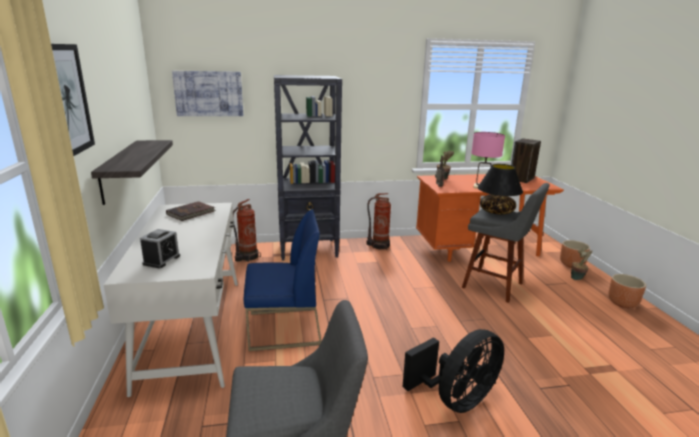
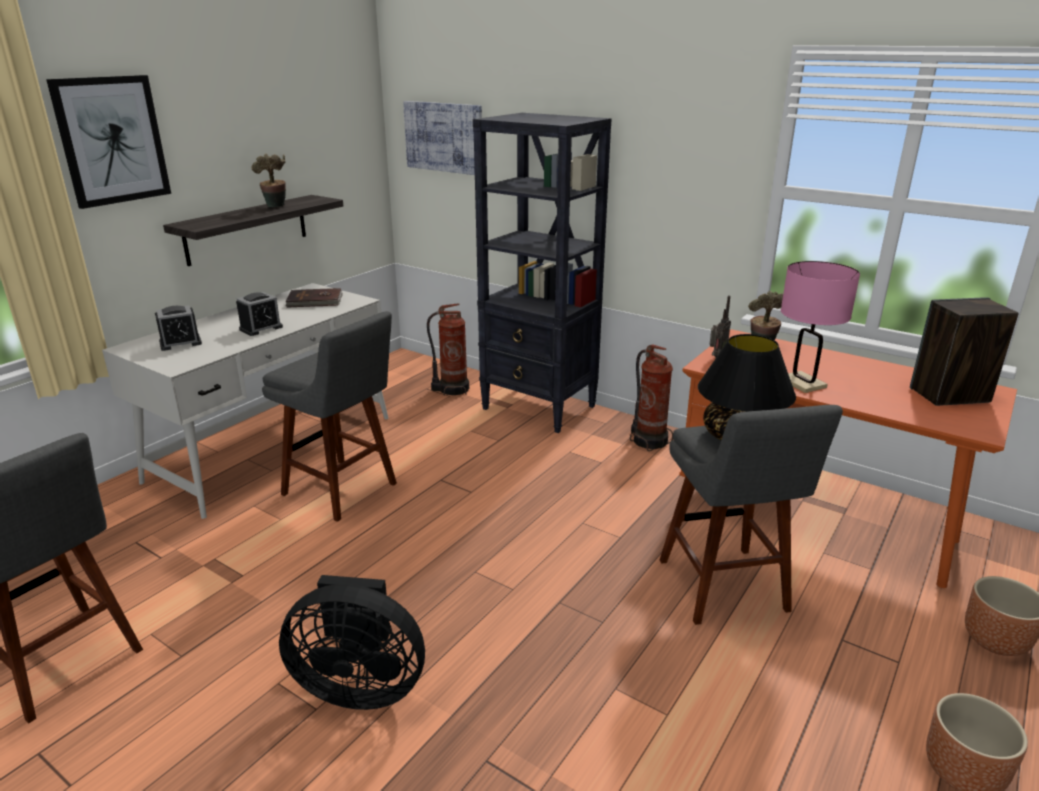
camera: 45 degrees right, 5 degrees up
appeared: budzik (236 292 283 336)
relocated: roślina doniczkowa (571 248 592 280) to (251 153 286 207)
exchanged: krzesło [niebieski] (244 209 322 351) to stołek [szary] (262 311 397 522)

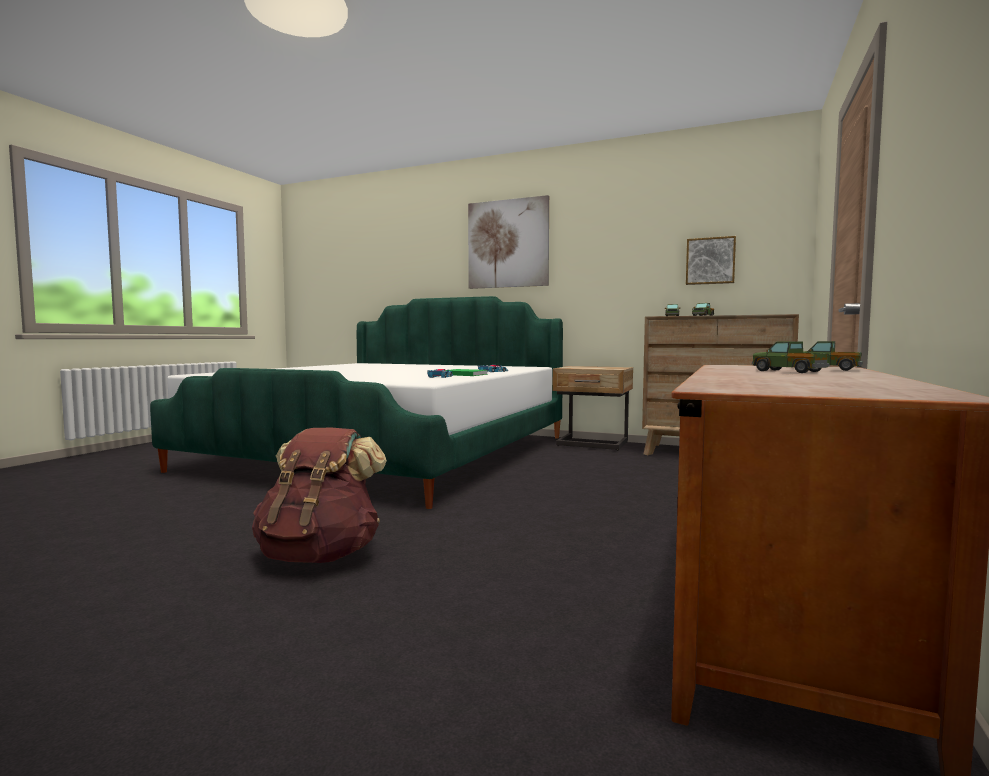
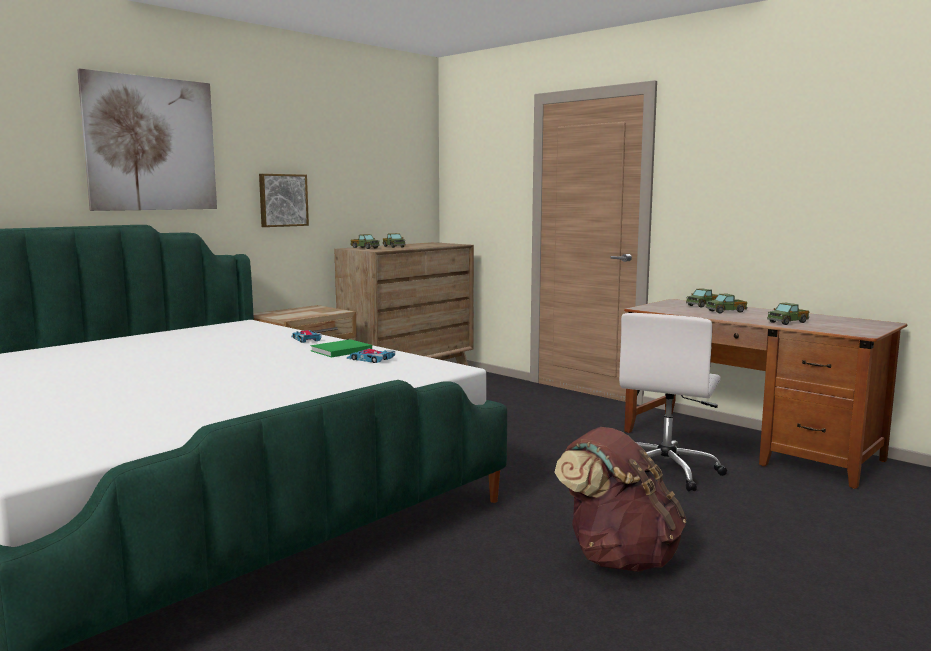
camera: 70 degrees left, 5 degrees up
appeared: krzesło biurowe [biały] (619 313 727 491); ciężarówka zabawkowa (767 303 809 325)
relocated: obraz (686 236 736 285) to (259 174 309 227)

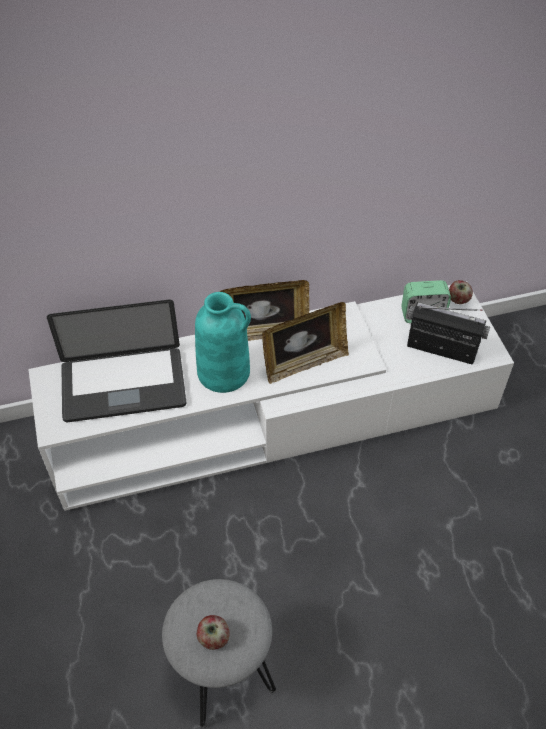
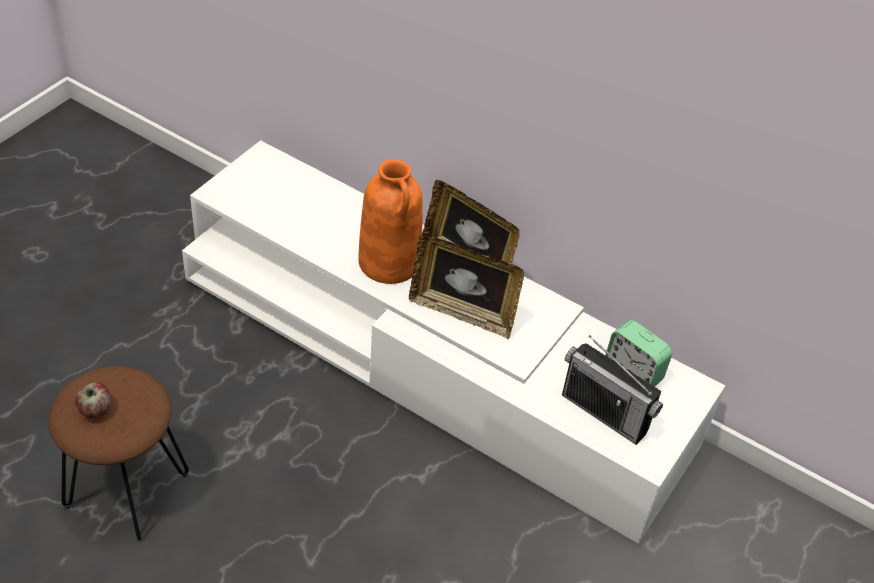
camera: 45 degrees right, 5 degrees down
missing: laptop (47 300 186 422); jabłko (449 280 473 304)
colour: stołek [szary] (162 579 276 728) to stołek [brązowy] (48 367 189 542); wazon [turkusowy] (195 292 251 393) to wazon [pomarańczowy] (358 159 423 284)
spun: radio (407 302 490 364) = (562 335 663 445) 150 degrees clockwise

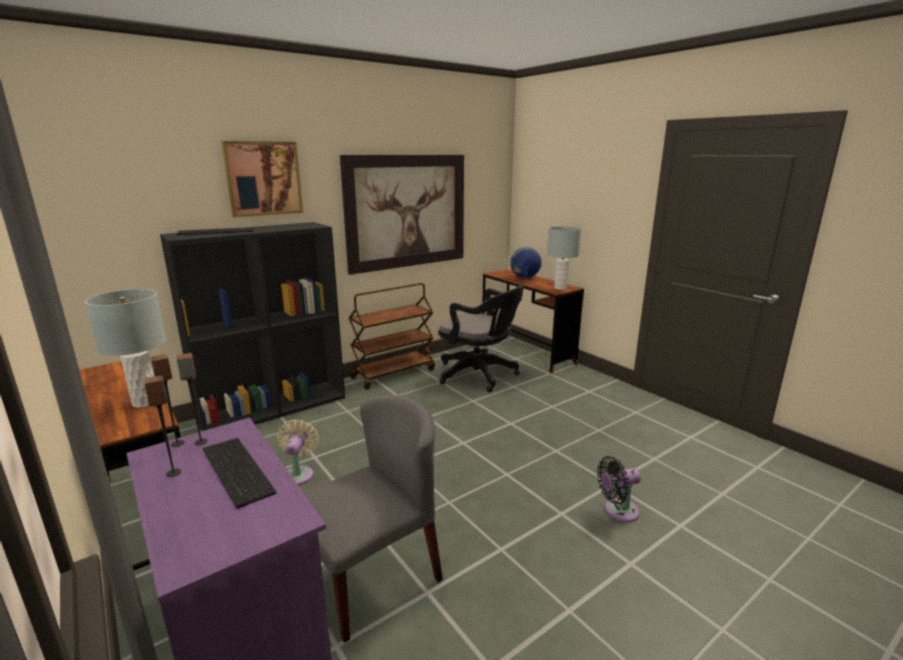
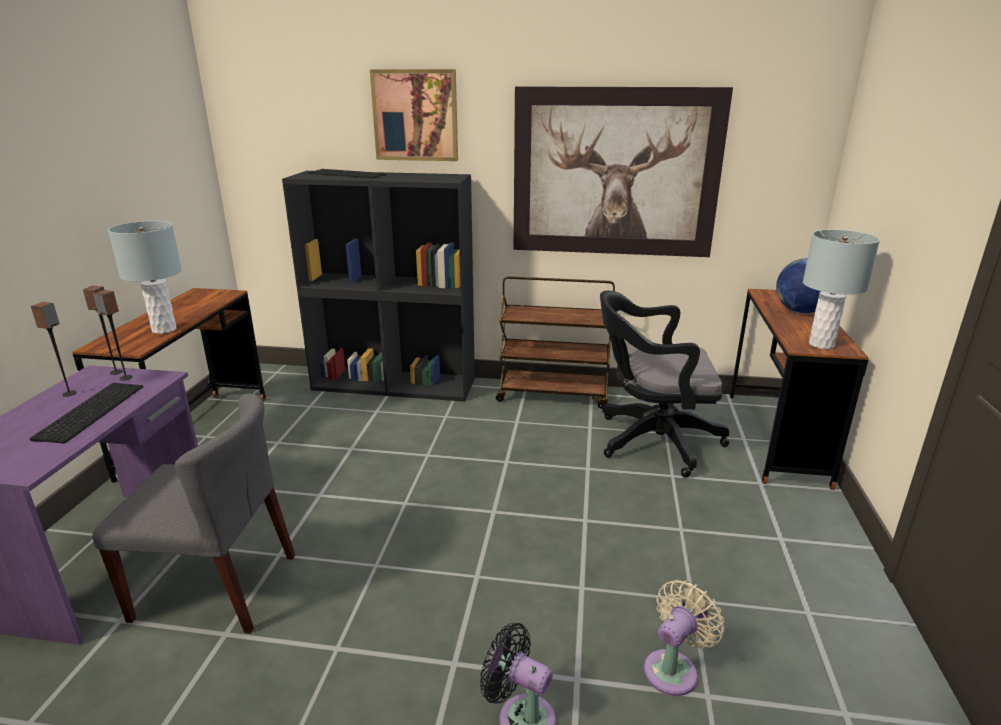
camera: 45 degrees right, 5 degrees up
relocated: wentylator [beżowy] (277 419 319 485) to (644 580 725 696)
spun: krzesło biurowe [czarny] (438 285 524 392) = (600 291 729 478) 105 degrees clockwise

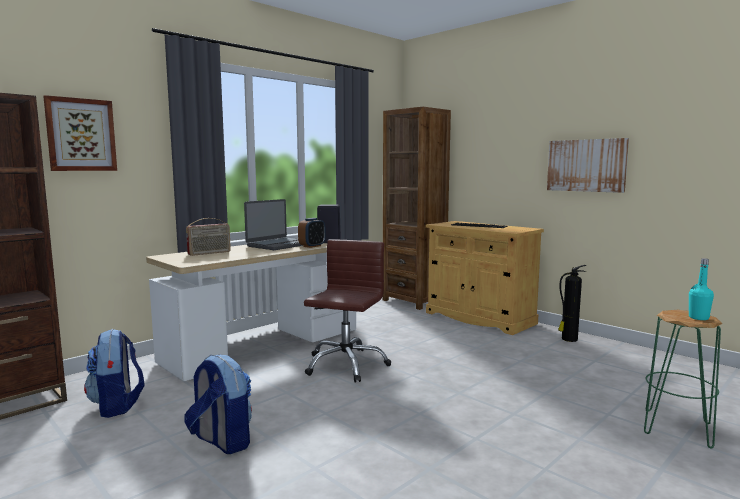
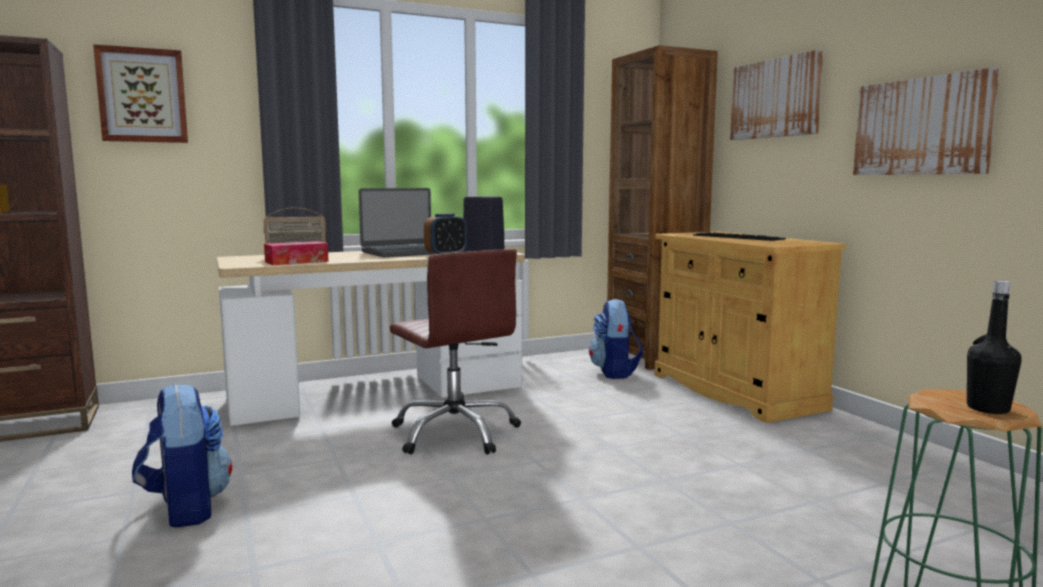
camera: 20 degrees right, 0 degrees up
missing: gaśnica (558 265 587 342)
appeared: pudełko chusteczek (264 241 329 265); obraz (730 49 824 140)
relocated: plecak (84 329 145 418) to (589 299 643 379)
colour: butelka [turkusowy] (689 258 714 320) to butelka [czarny] (967 281 1022 414)
spun: krzesło biurowe [brązowy] (304 239 391 382) = (390 249 521 455) 105 degrees clockwise

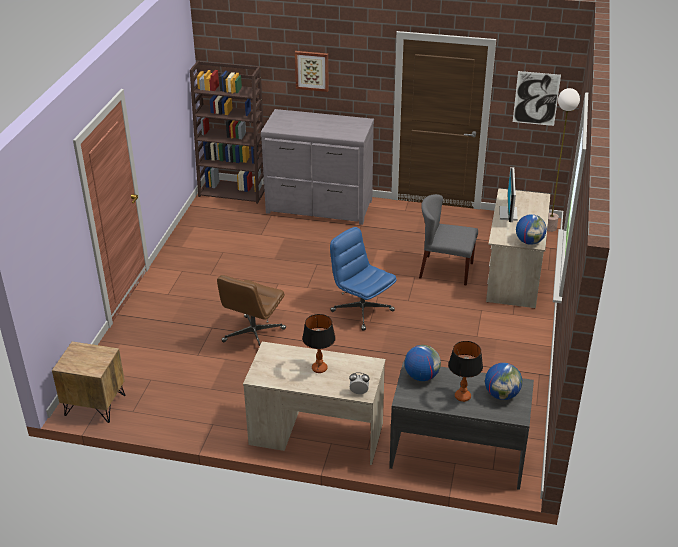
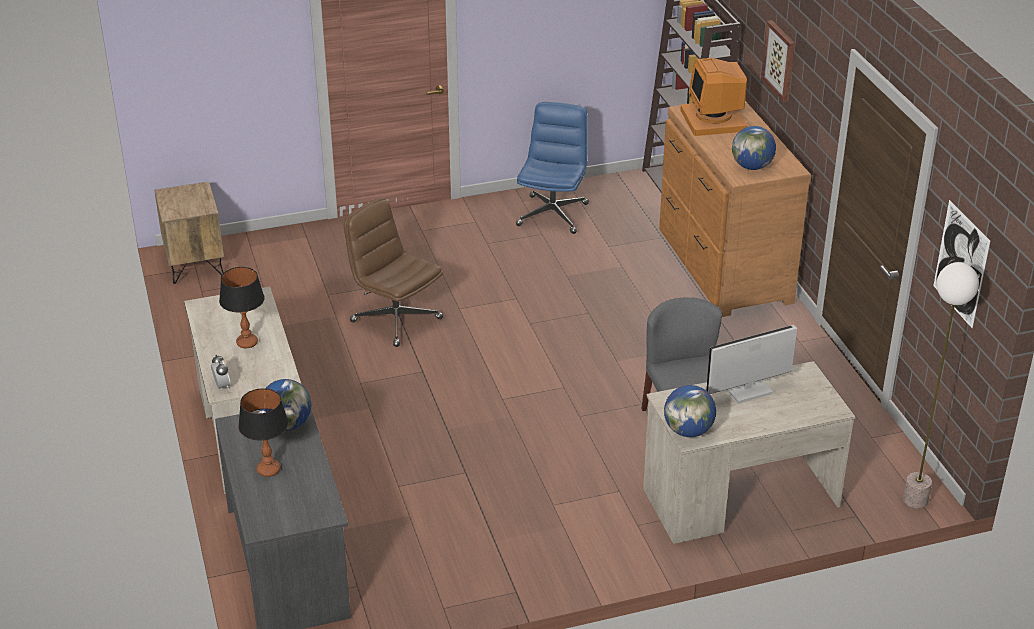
camera: 60 degrees right, 0 degrees up
appeared: monitor (680 58 747 136)
relocated: krzesło biurowe [niebieski] (330 227 397 331) to (516 102 589 234); globus (485 363 522 400) to (732 126 776 170)
colour: komoda [szary] (261 109 374 225) to komoda [brązowy] (659 101 811 317)
spun: krzesło biurowe [brązowy] (217 275 286 346) = (344 198 443 347) 45 degrees clockwise

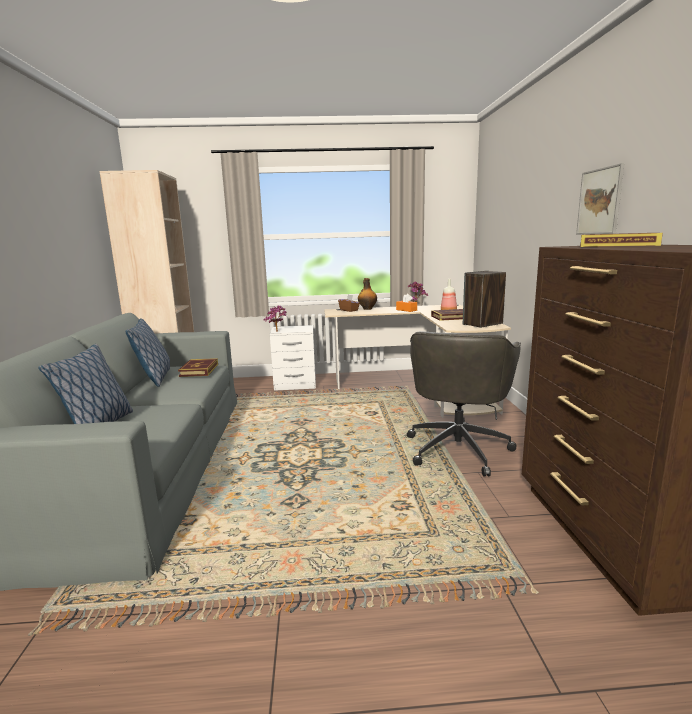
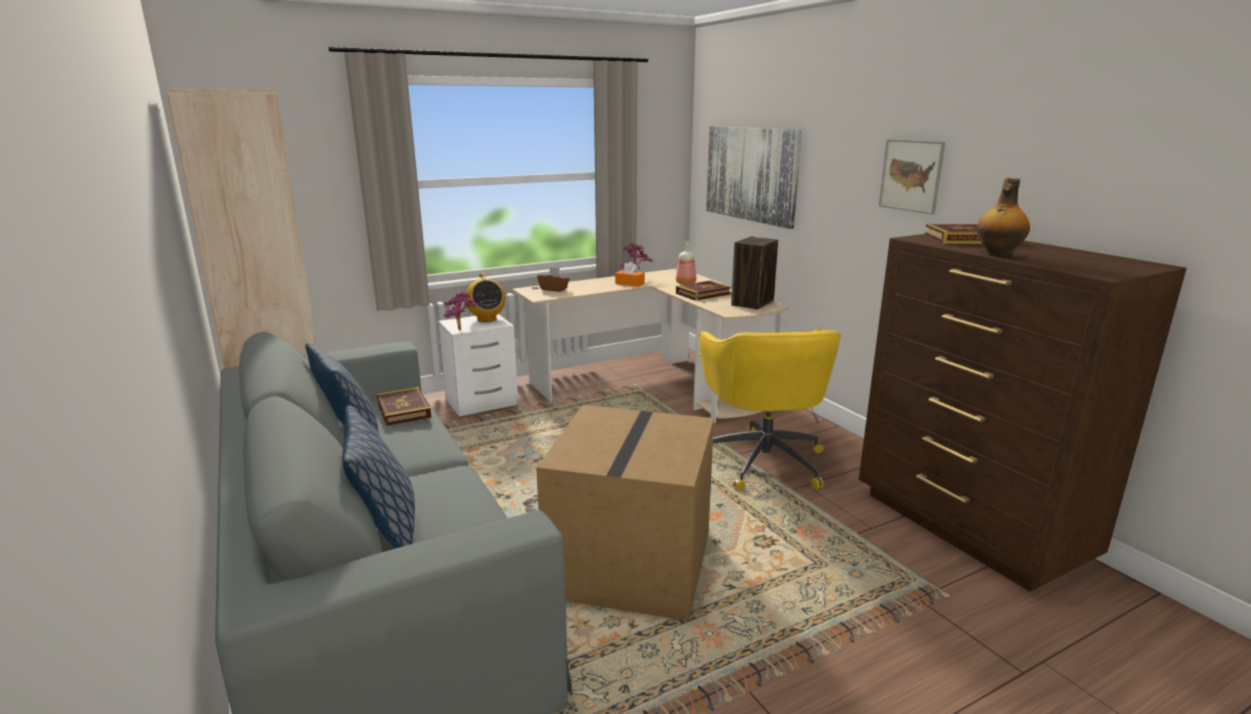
camera: 25 degrees left, 5 degrees up
appeared: radio (465 274 506 322); karton (536 405 714 621); obraz (706 126 802 229)
relocated: butelka (358 278 377 310) to (977 178 1030 257)
colour: krzesło biurowe [szary] (407 331 521 477) to krzesło biurowe [żółty] (699 329 841 491)

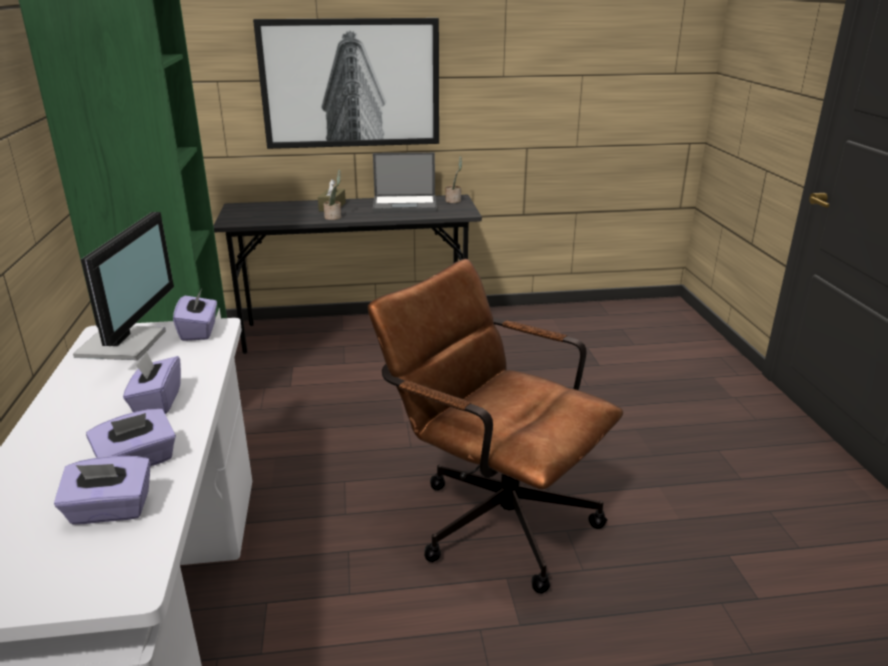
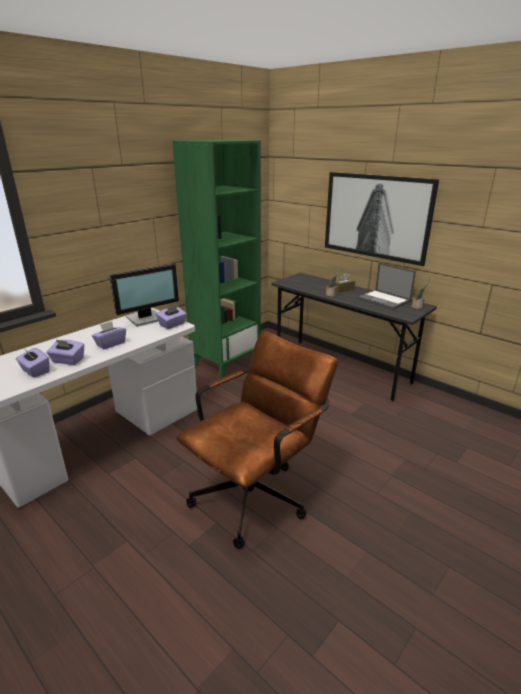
camera: 50 degrees right, 0 degrees up
spun: krzesło biurowe [brązowy] (368 259 623 594) = (176 331 338 549) 45 degrees clockwise

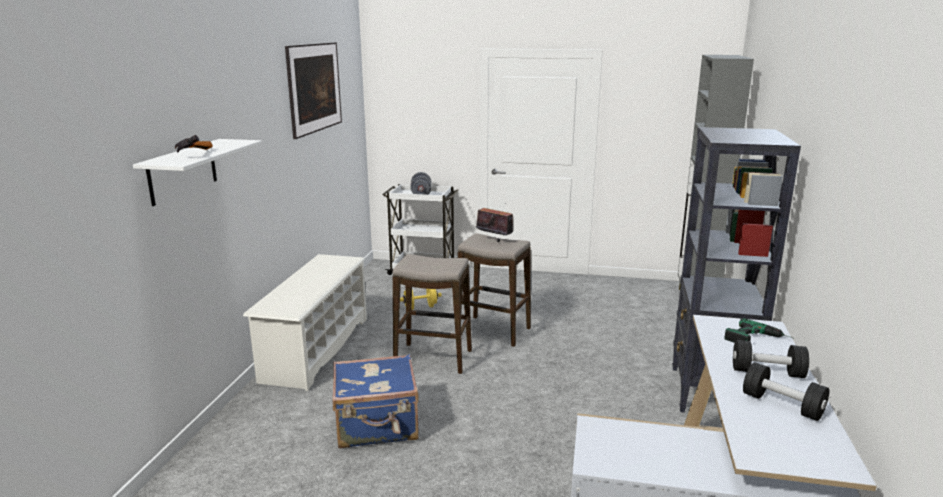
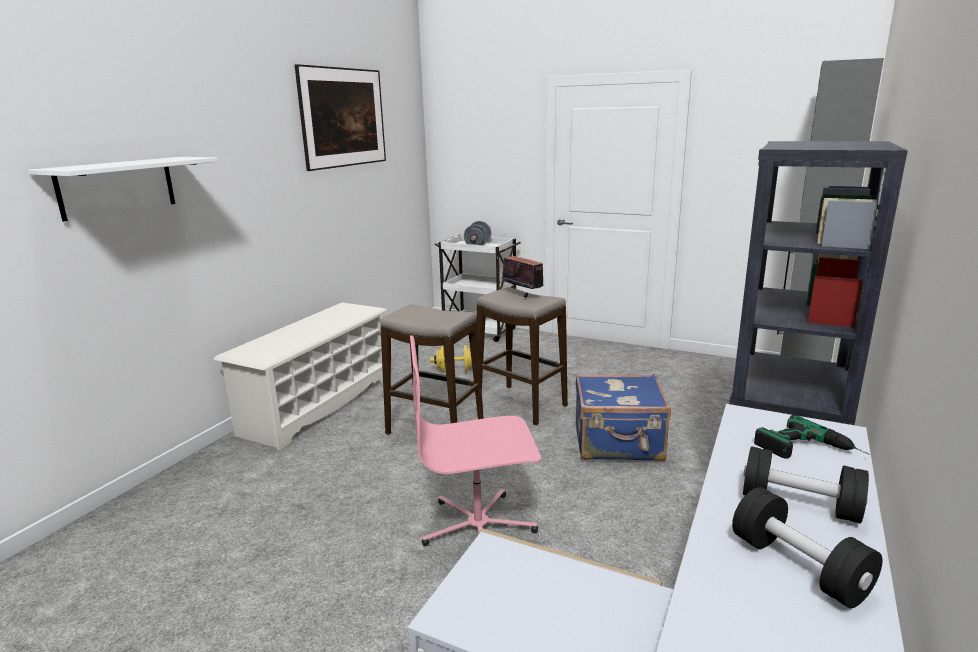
camera: 15 degrees right, 0 degrees up
missing: młotek (175 135 213 152)
appeared: krzesło biurowe [różowy] (410 335 541 546)
relocated: walizka [niebieski] (332 354 419 449) to (575 374 671 461)

